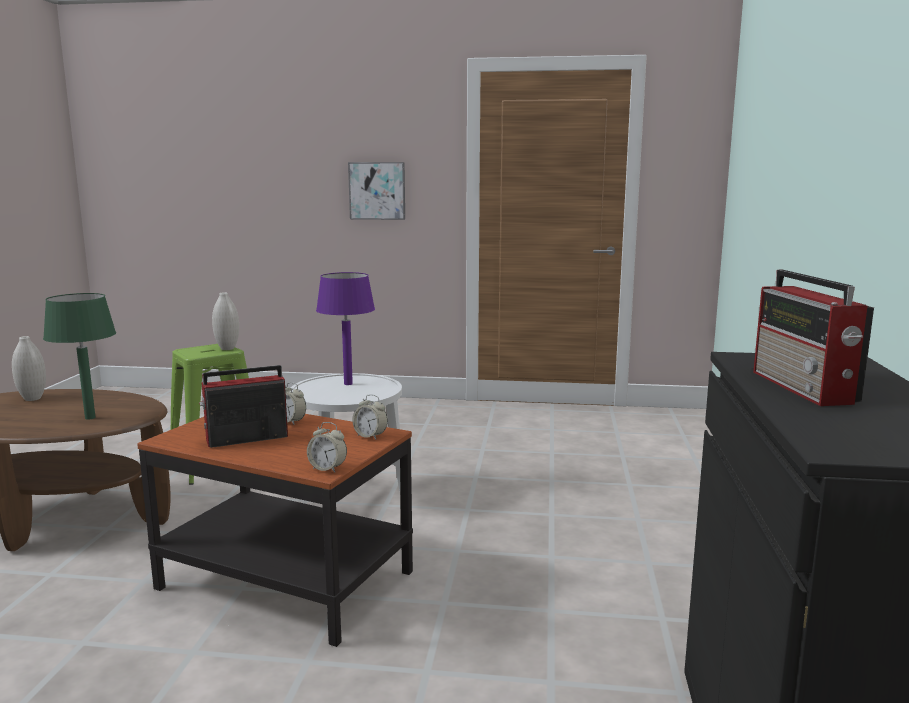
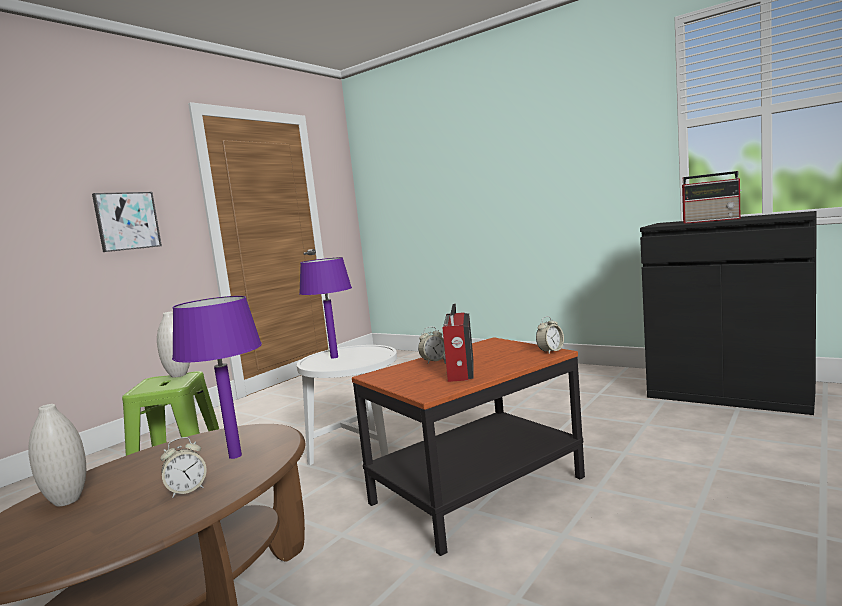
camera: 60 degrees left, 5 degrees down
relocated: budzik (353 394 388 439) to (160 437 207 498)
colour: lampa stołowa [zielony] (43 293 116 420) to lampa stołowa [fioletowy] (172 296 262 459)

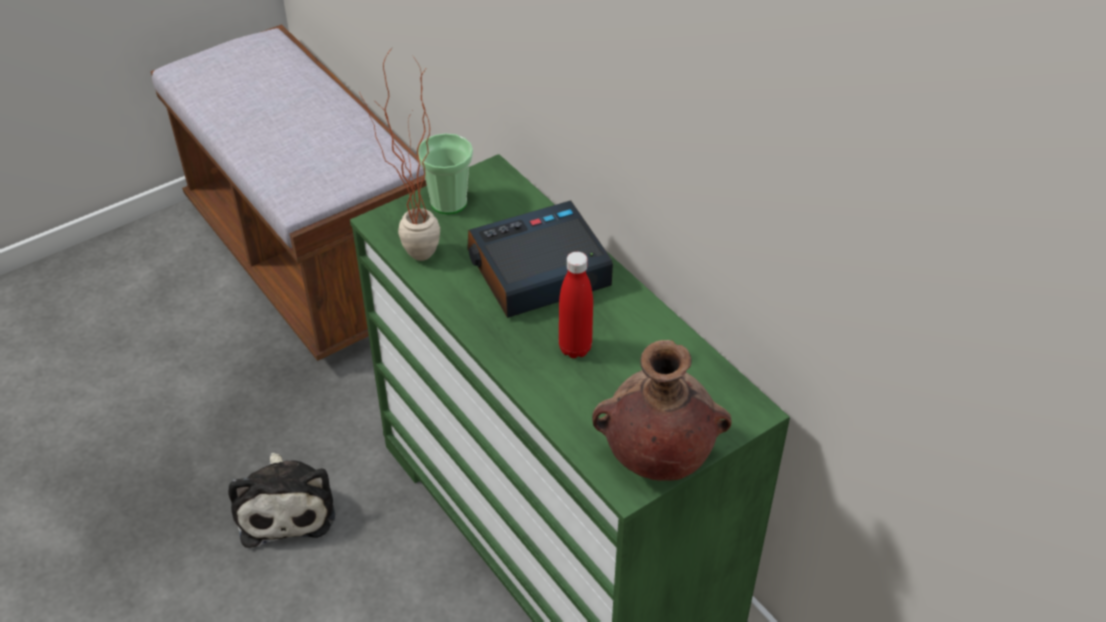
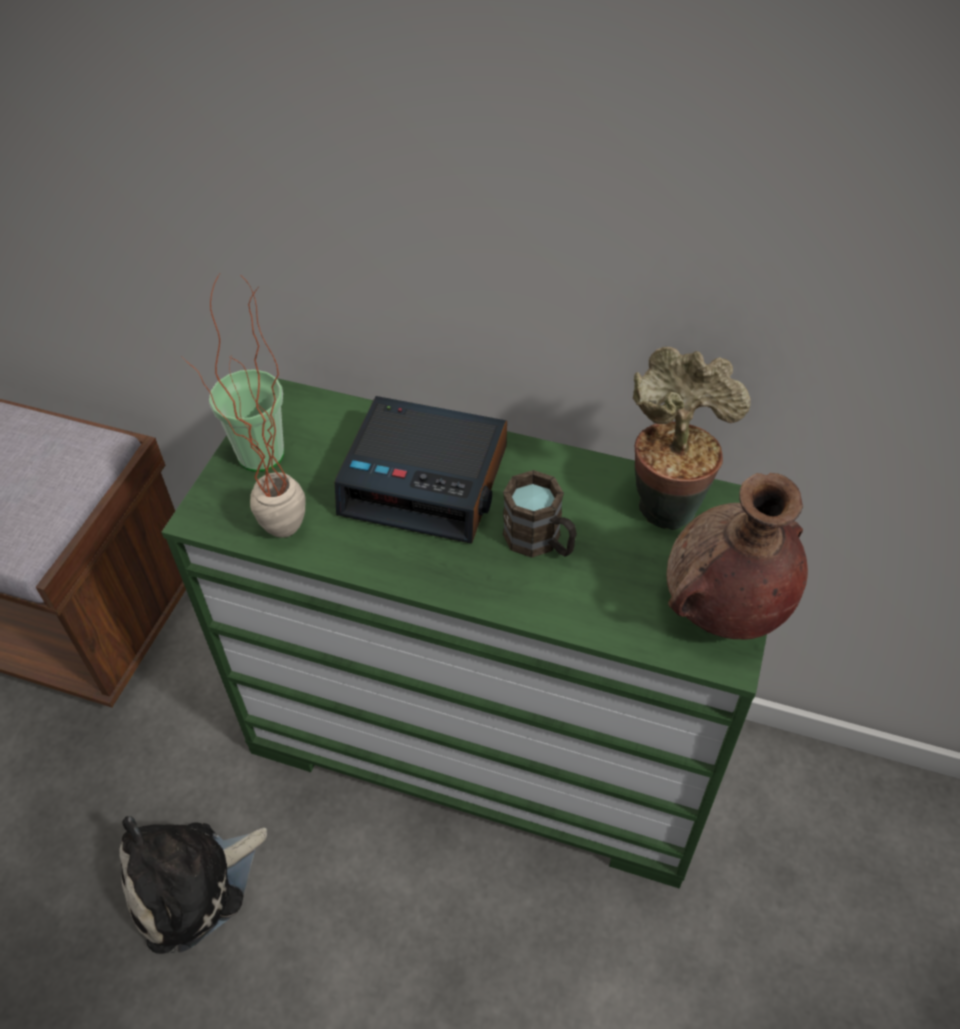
camera: 35 degrees left, 5 degrees up
appeared: roślina doniczkowa (633 347 751 530)
exchanged: butelka [czerwony] (559 252 593 358) to kubek [brązowy] (503 470 577 558)
spun: pluszak (228 452 335 548) = (120 816 267 954) 105 degrees clockwise; budzik (467 201 613 318) = (335 396 507 544) 105 degrees counterclockwise

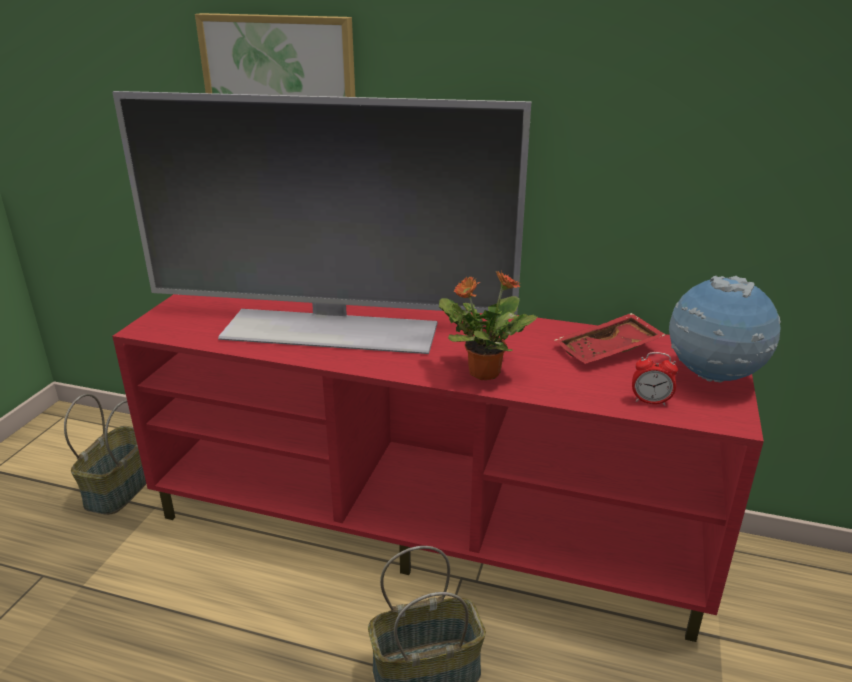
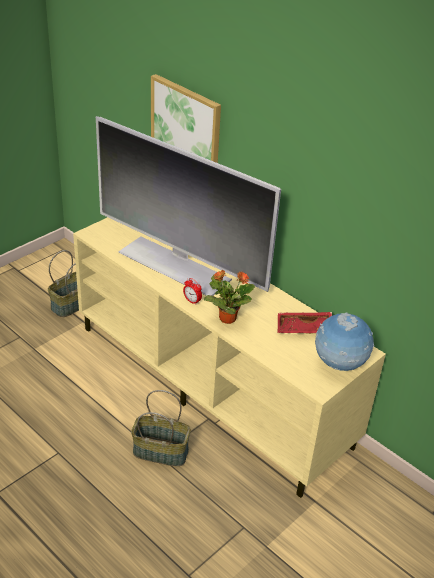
camera: 25 degrees right, 10 degrees up
relocated: budzik (632 352 678 406) to (183 278 202 305)
colour: szafka pod telewizor [czerwony] (112 294 764 642) to szafka pod telewizor [beżowy] (73 217 386 498)

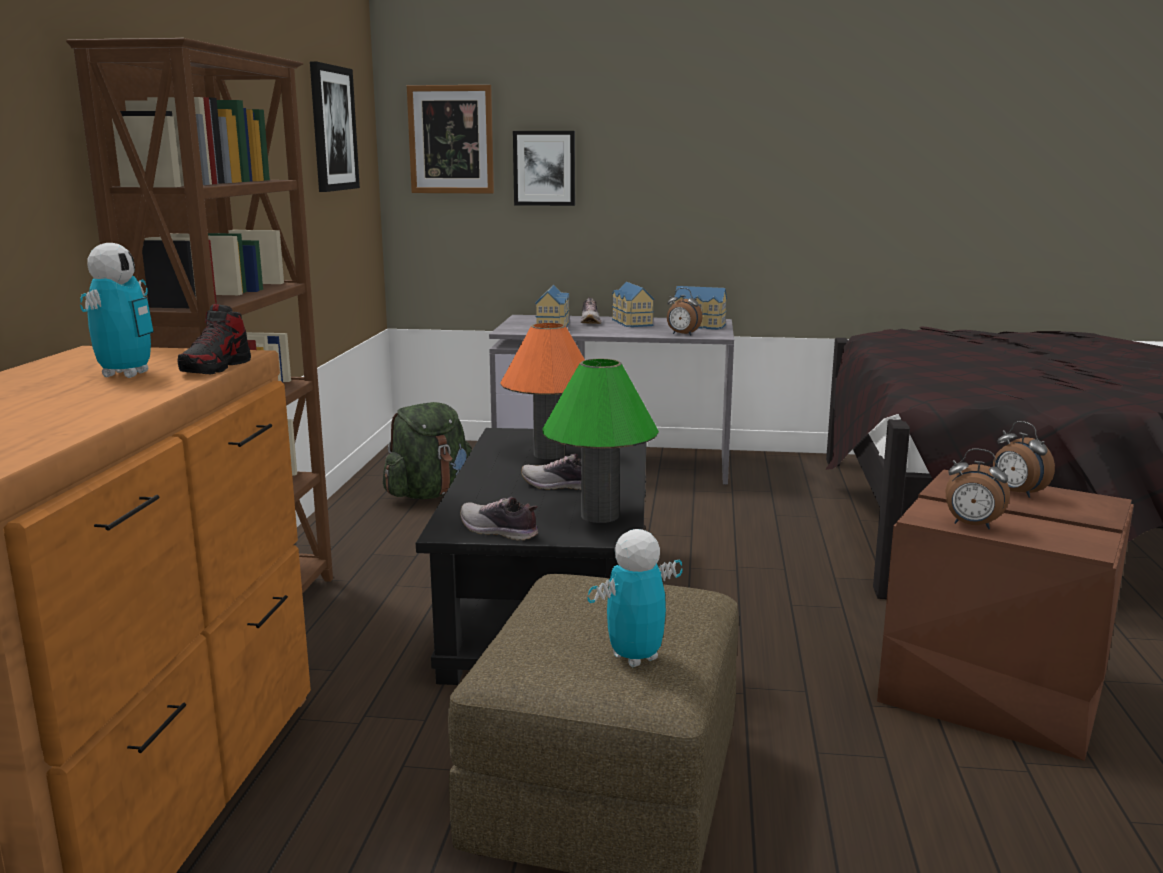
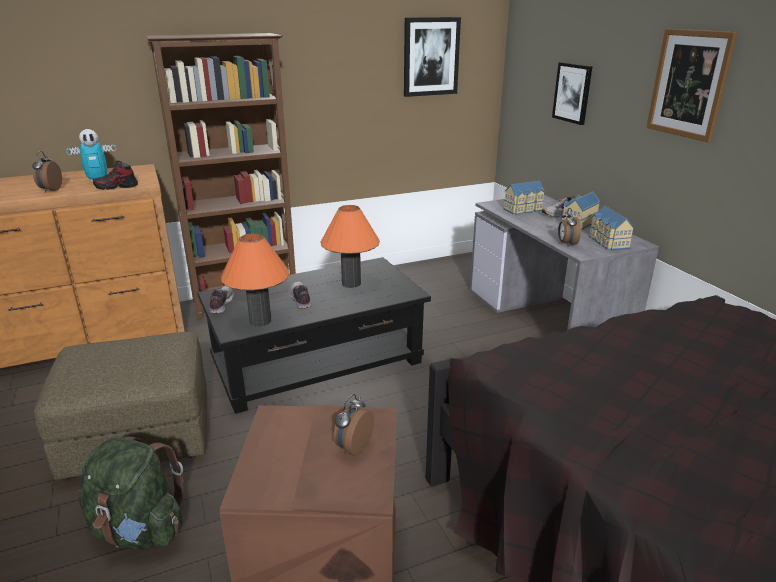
camera: 60 degrees right, 10 degrees up
missing: robot zabawkowy (587 529 683 667)
relocated: plecak [zielony] (383 402 472 499) to (79 436 184 550); obraz (407 85 494 194) to (646 29 737 142); budzik (946 449 1010 529) to (32 151 62 192)
colour: lampa stołowa [zielony] (542 359 659 523) to lampa stołowa [pomarańczowy] (221 233 290 327)

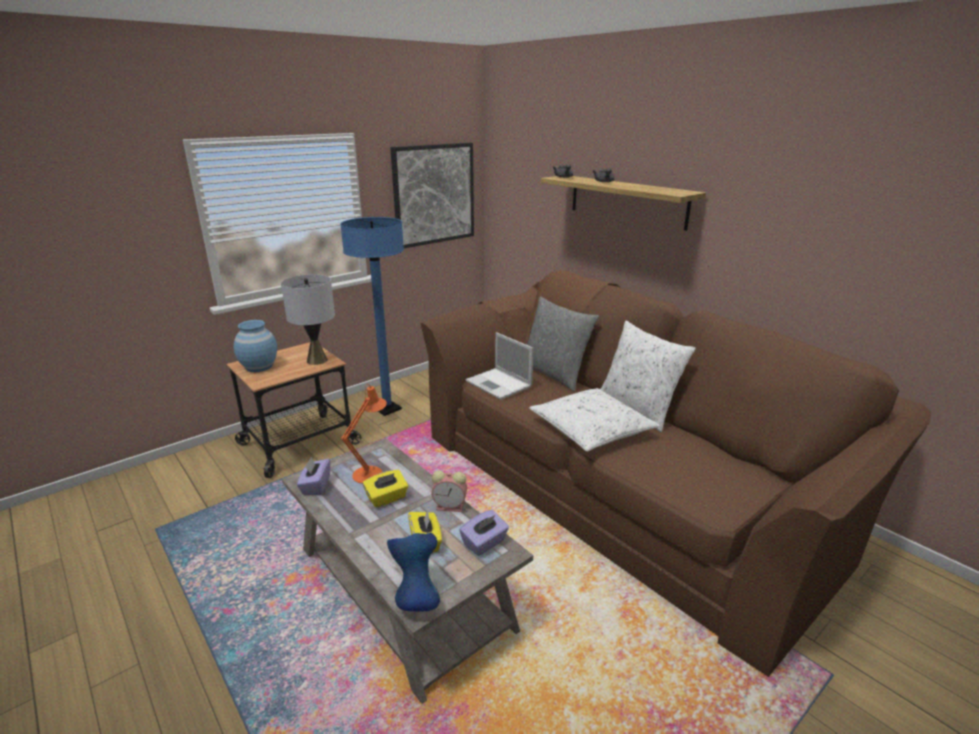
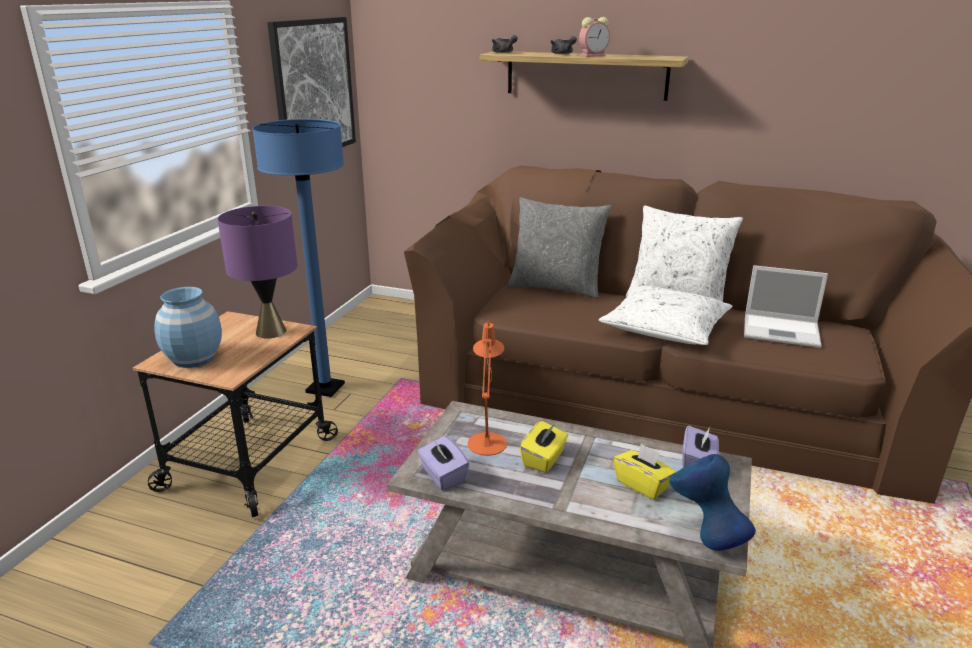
camera: 30 degrees left, 0 degrees up
relocated: budzik (431 471 467 512) to (579 17 610 57); laptop (465 332 534 400) to (744 265 828 348)
colour: lampa stołowa [szary] (281 274 335 365) to lampa stołowa [fioletowy] (217 206 298 338)

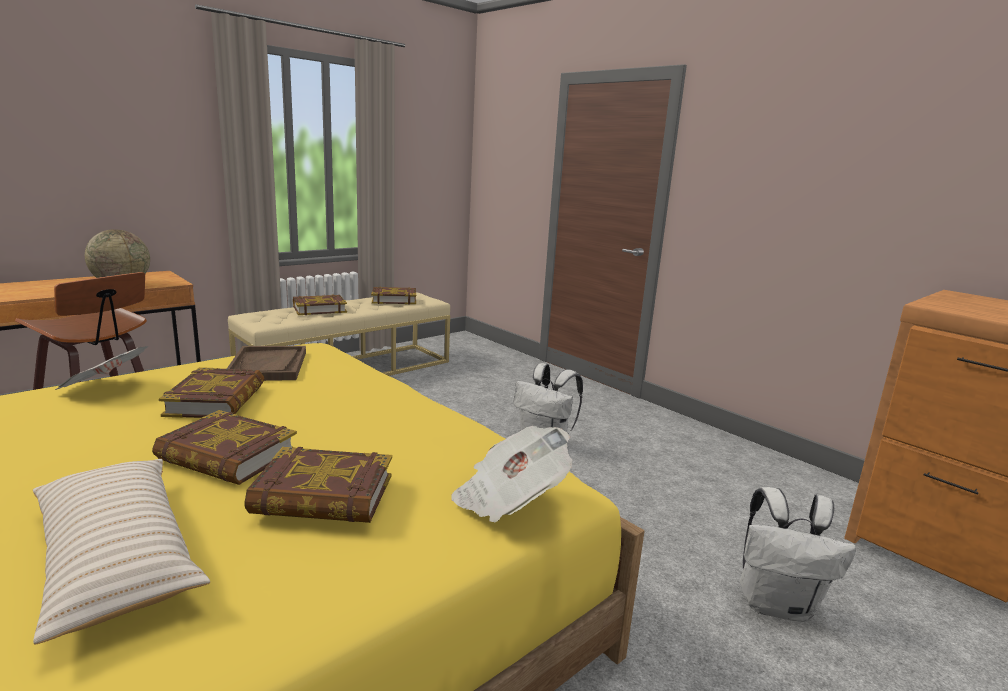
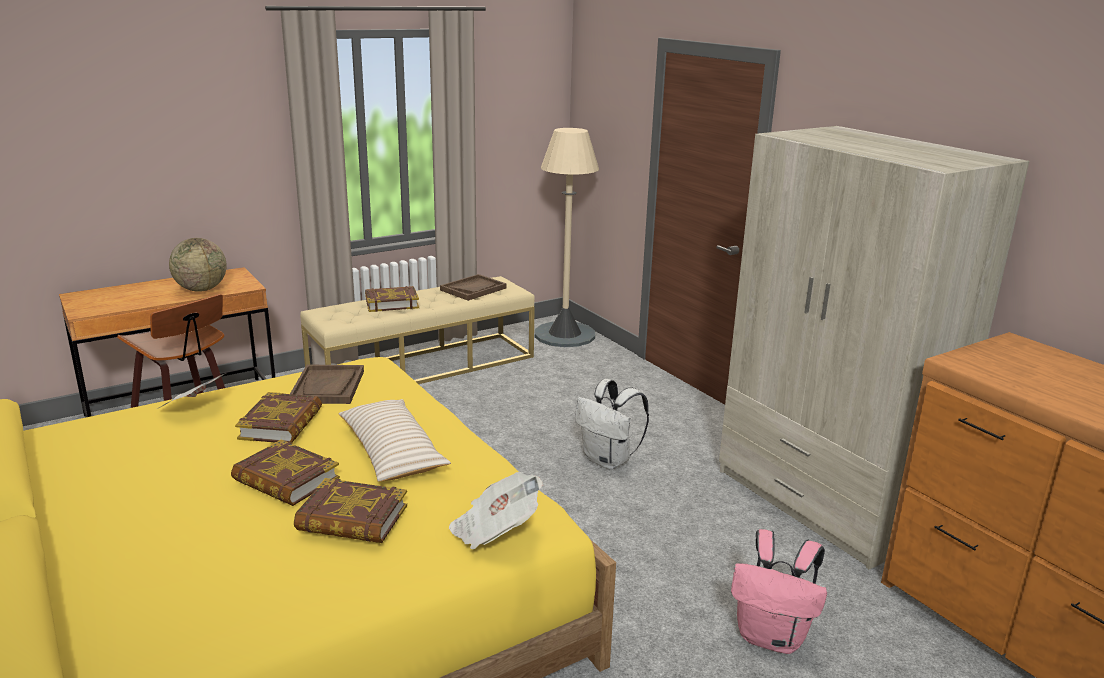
camera: 10 degrees right, 5 degrees up
appeared: lampa stojąca [beżowy] (535 128 599 347); szafa [beżowy] (719 126 1029 570)
relocated: poduszka [beżowy] (33 459 210 644) to (338 399 451 482)
exchanged: książka (371 287 416 304) to taca [brązowy] (440 274 506 301)
colour: plecak [biały] (740 487 856 622) to plecak [różowy] (731 529 827 654)

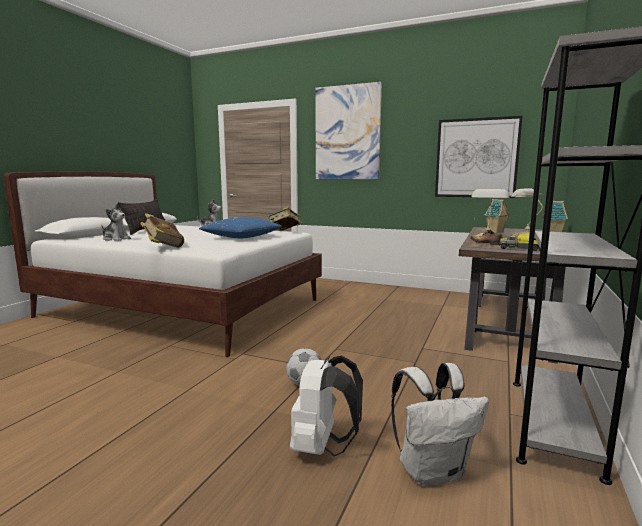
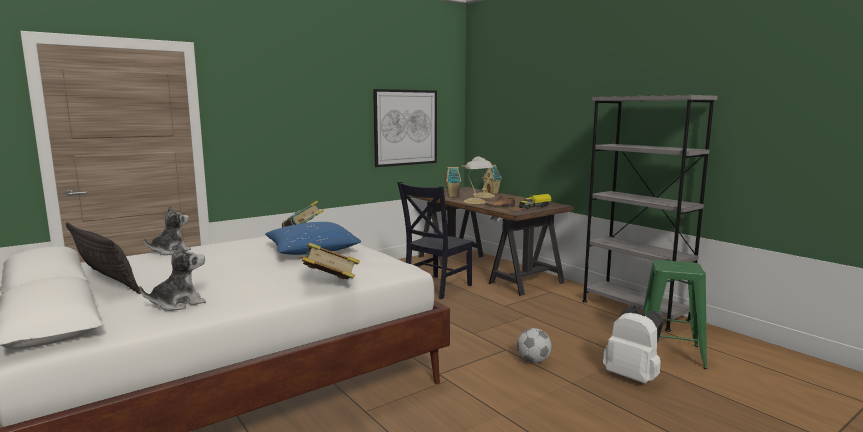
camera: 60 degrees left, 0 degrees up
missing: obraz (316 82 382 179)
appeared: krzesło [czarny] (397 182 473 299)
exchanged: plecak [biały] (391 363 489 486) to stołek [zielony] (644 260 708 369)

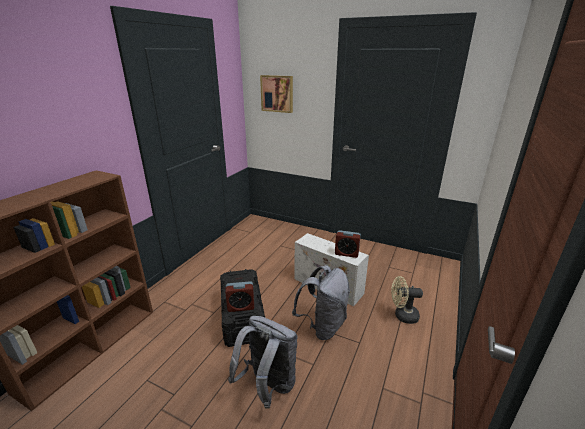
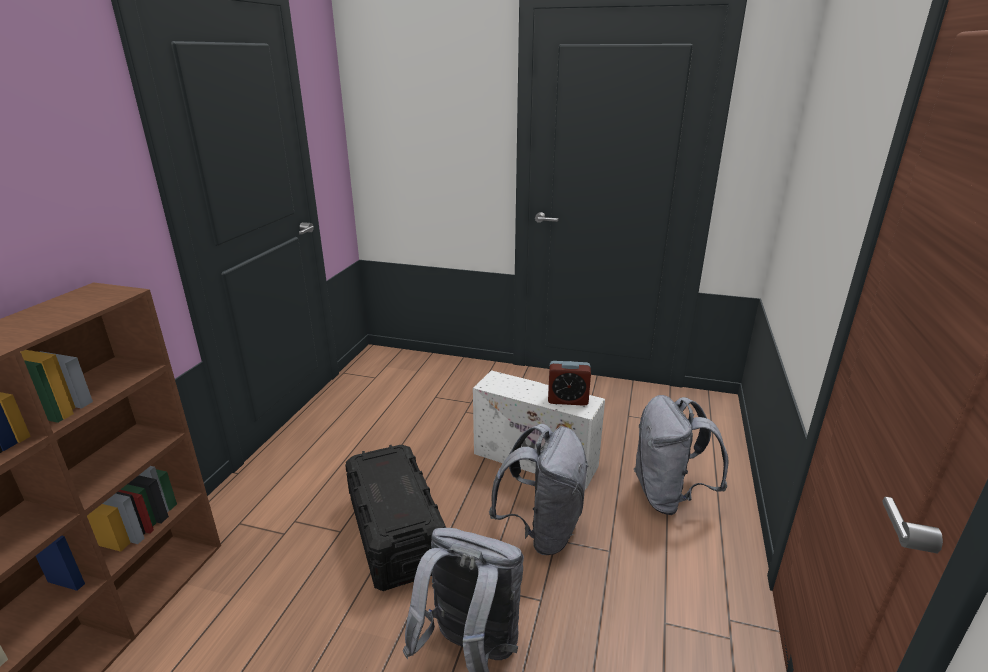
camera: 10 degrees left, 0 degrees up
missing: budzik (225 281 254 312); obraz (260 75 293 113)
exchanged: wentylator [beżowy] (391 276 423 324) to plecak [szary] (634 395 728 515)

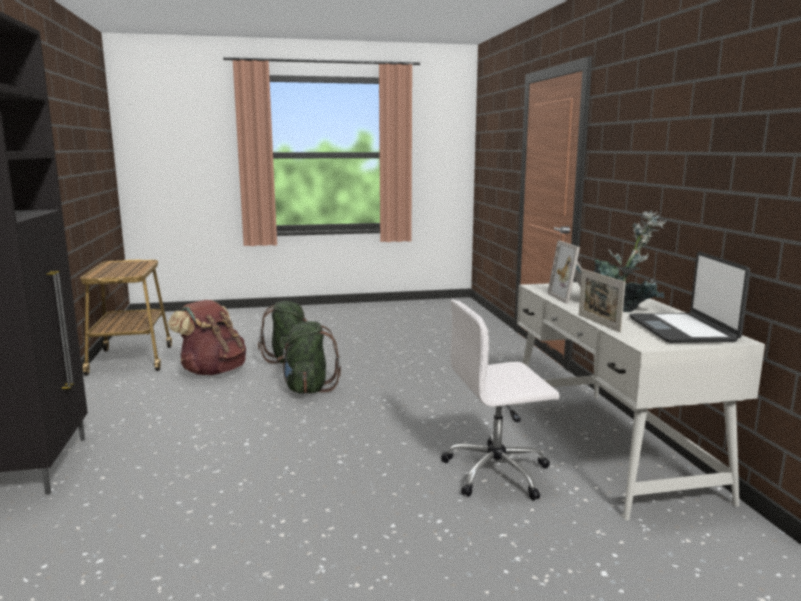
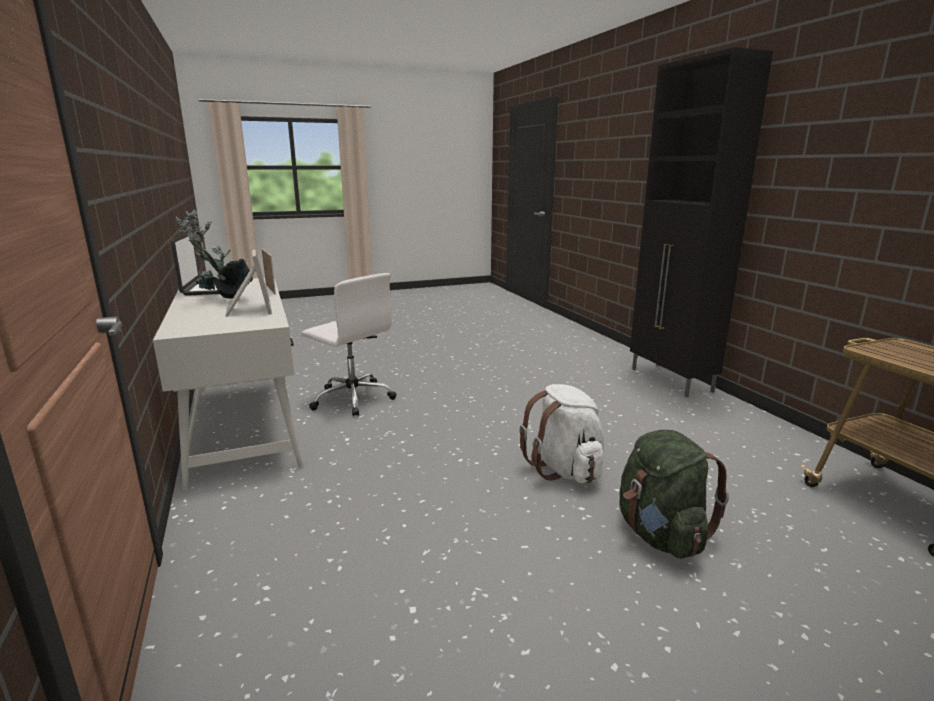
camera: 170 degrees right, 5 degrees up
missing: plecak [brązowy] (168 300 246 375)
colour: plecak [zielony] (277 321 341 393) to plecak [biały] (519 384 604 483)
spun: krzesło biurowe [biały] (441 300 559 501) = (301 273 397 416) 60 degrees clockwise

